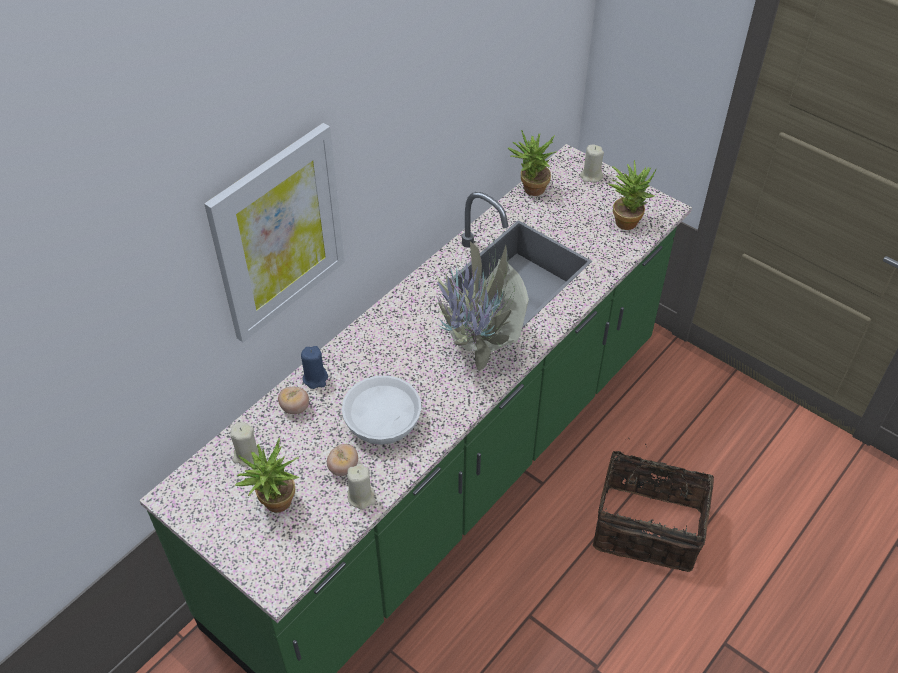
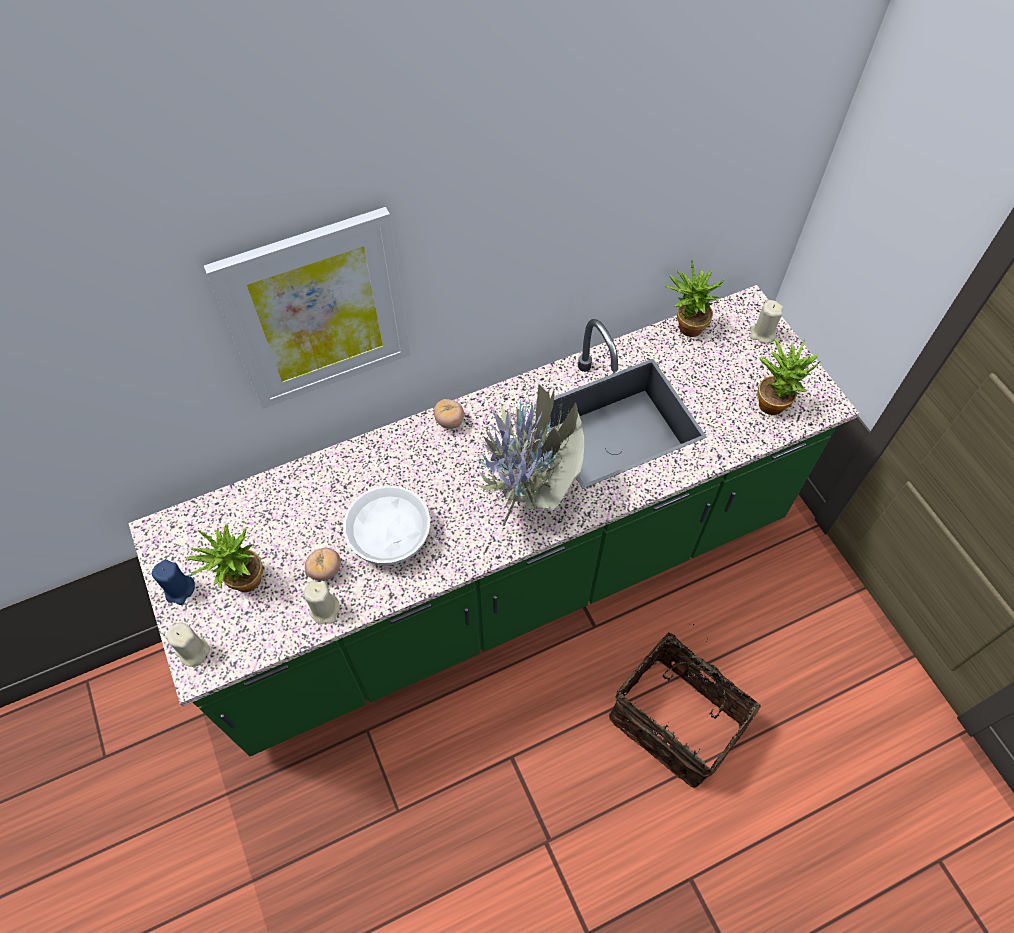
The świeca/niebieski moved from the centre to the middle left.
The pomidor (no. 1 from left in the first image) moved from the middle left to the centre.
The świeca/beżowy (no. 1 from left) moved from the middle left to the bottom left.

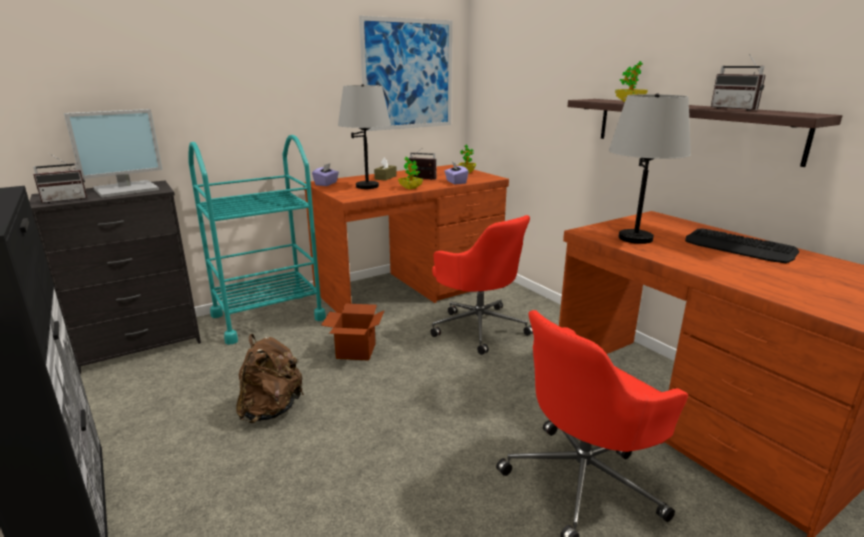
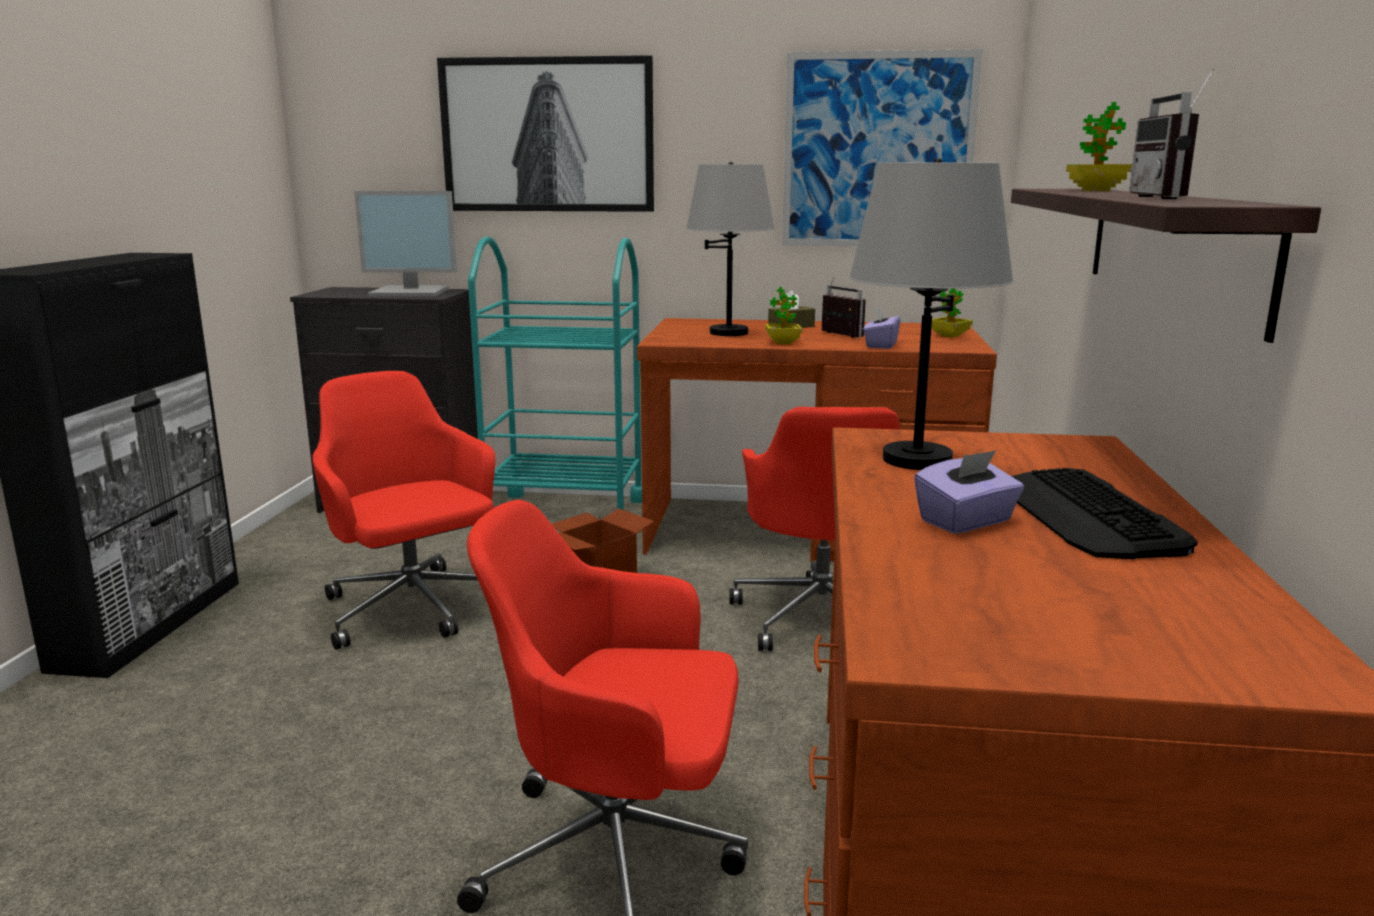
The radio (no. 1 from left) at the top left disappeared.
The pudełko chusteczek/fioletowy (no. 1 from left in the first image) moved from the top centre to the middle right.
The plecak/brązowy at the bottom left was replaced by the krzesło biurowe/czerwony (no. 1 from left) at the middle left.
The obraz (no. 1 from left) at the top centre appeared.

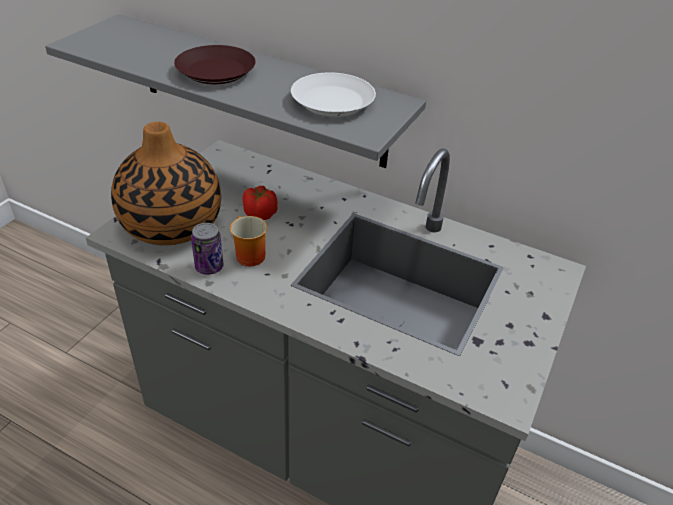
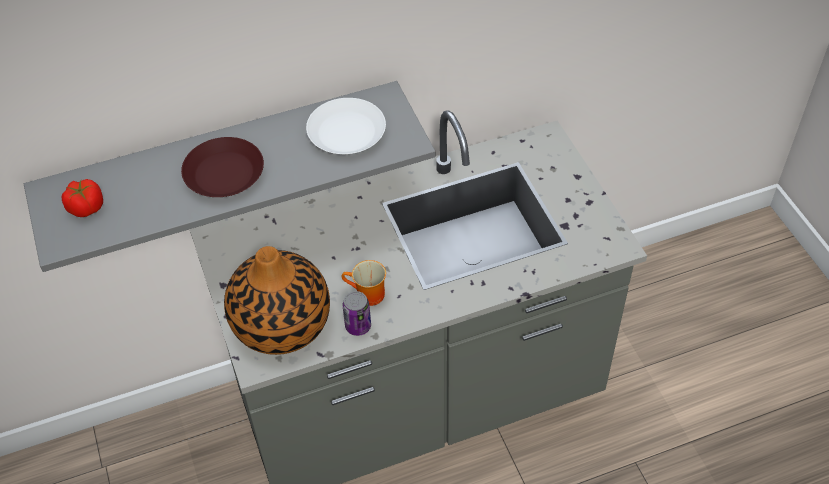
The pomidor moved from the centre to the middle left.

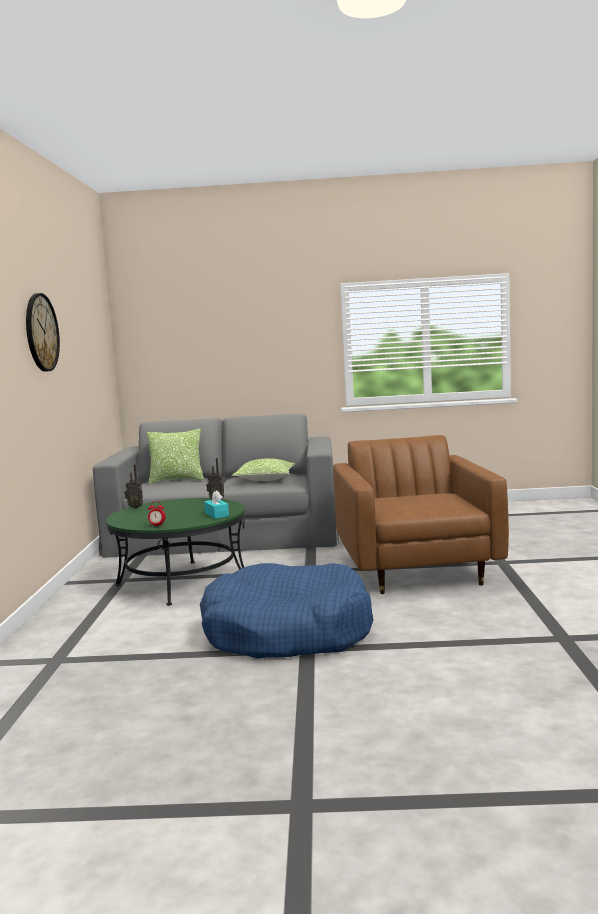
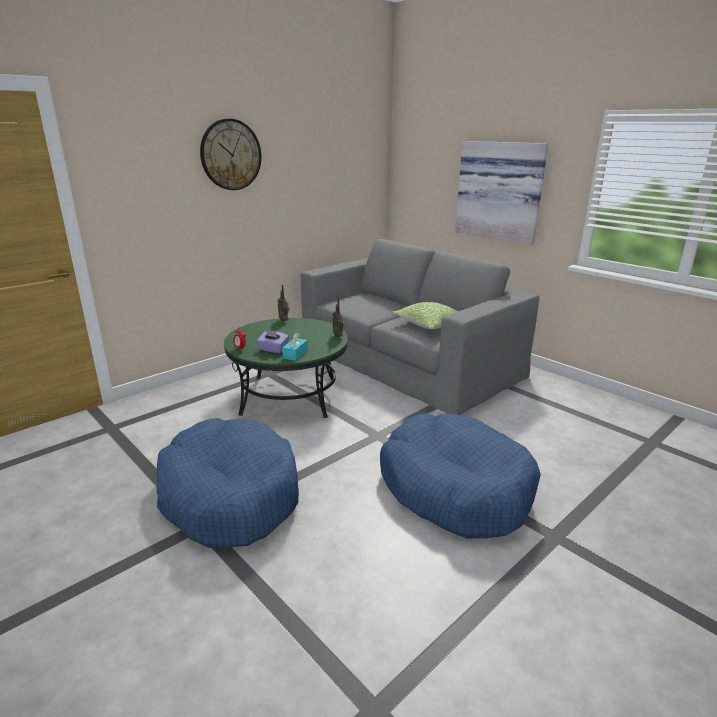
The poduszka (no. 1 from left) at the middle left disappeared.
The fotel/brązowy at the middle right was replaced by the legowisko/niebieski (no. 2 from left) at the centre.
The obraz at the top right appeared.
The pudełko chusteczek/fioletowy at the centre appeared.

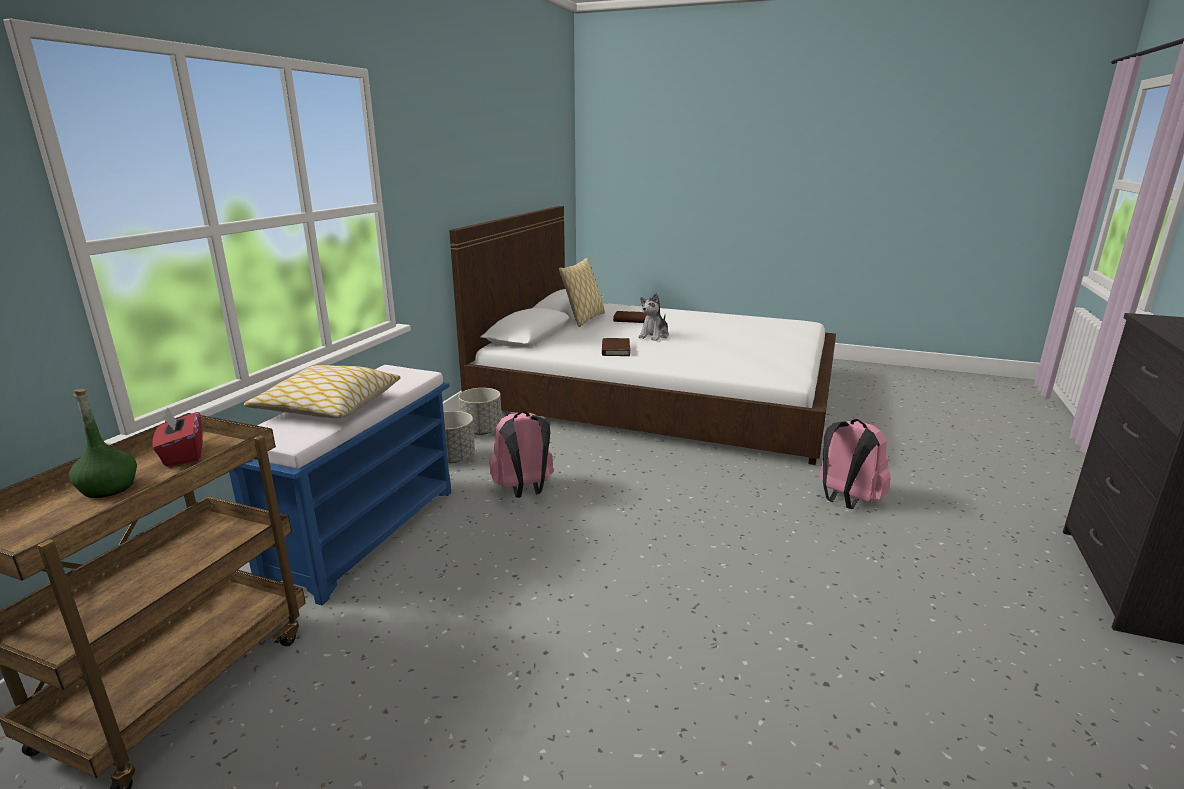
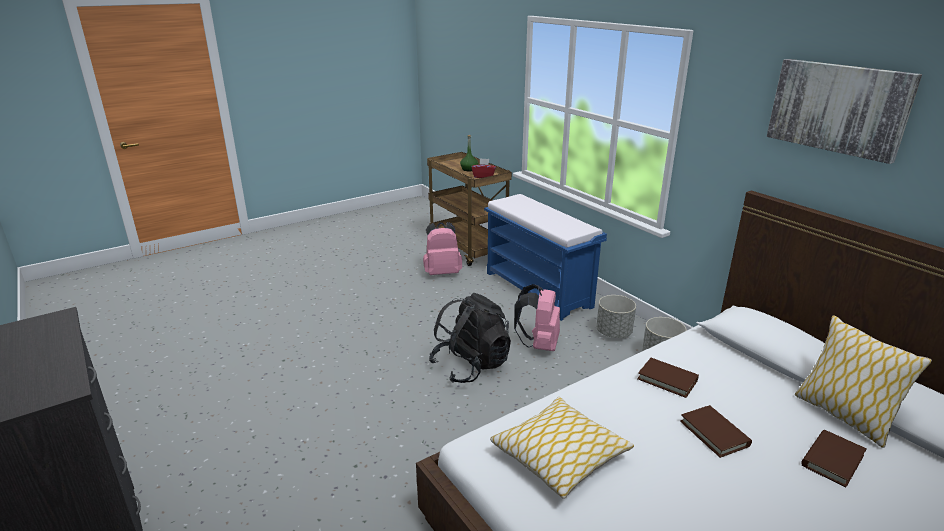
The pluszak at the centre was replaced by the książka/brązowy (no. 2 from left) at the bottom right.
The poduszka (no. 1 from left) moved from the middle left to the bottom centre.
The plecak/różowy (no. 2 from left in the first image) moved from the middle right to the centre.
The obraz at the top right appeared.
The plecak/czarny at the centre appeared.

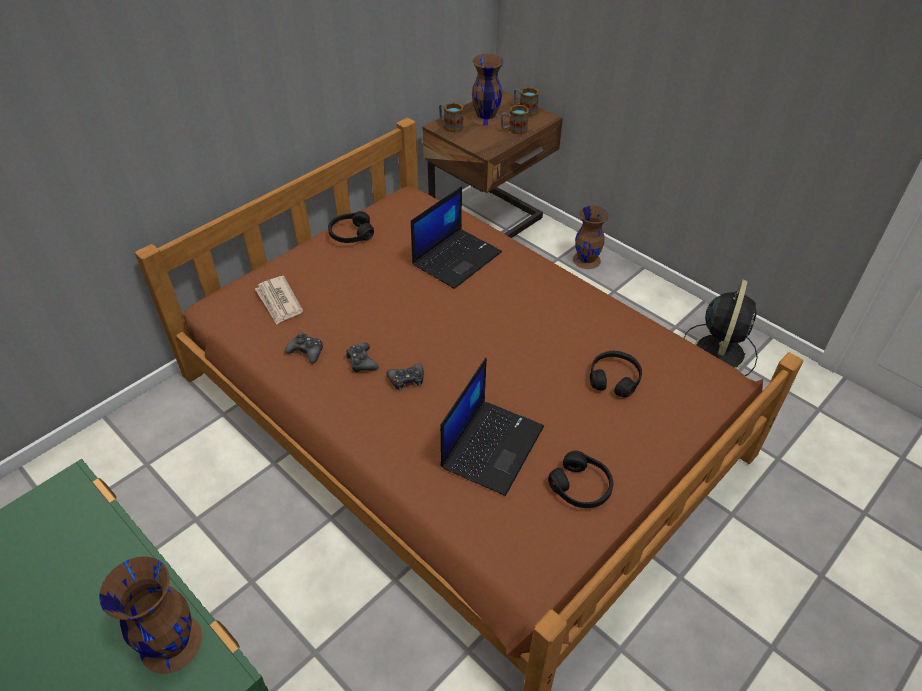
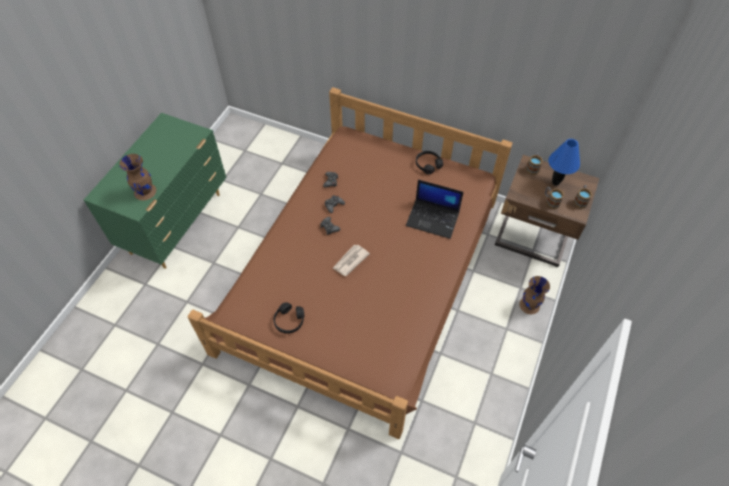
The wazon/brązowy (no. 2 from left) at the top centre was replaced by the lampa stołowa/niebieski at the middle right.
The gazeta moved from the middle left to the centre.
The wentylator/czarny at the middle right disappeared.
The słuchawki/czarny (no. 3 from left) at the middle right disappeared.
The laptop (no. 2 from left) at the centre disappeared.

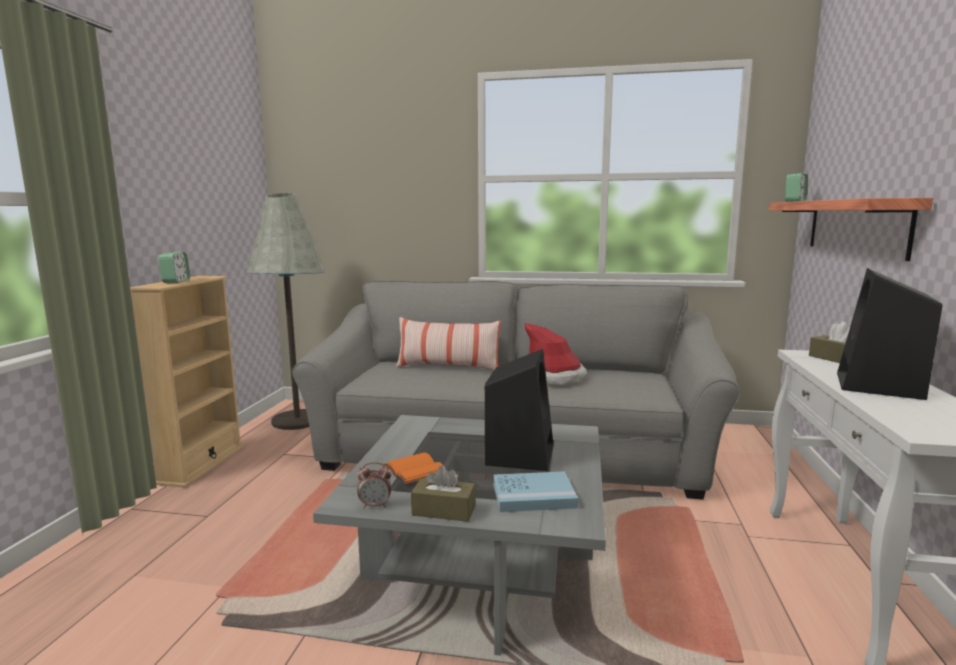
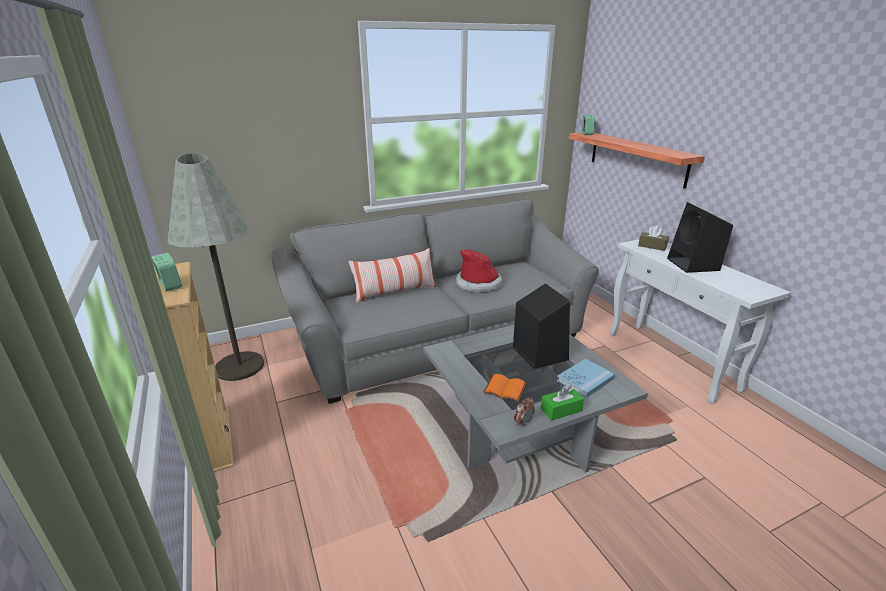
The pudełko chusteczek/brązowy (no. 1 from left) at the bottom centre became the pudełko chusteczek/zielony at the bottom centre.

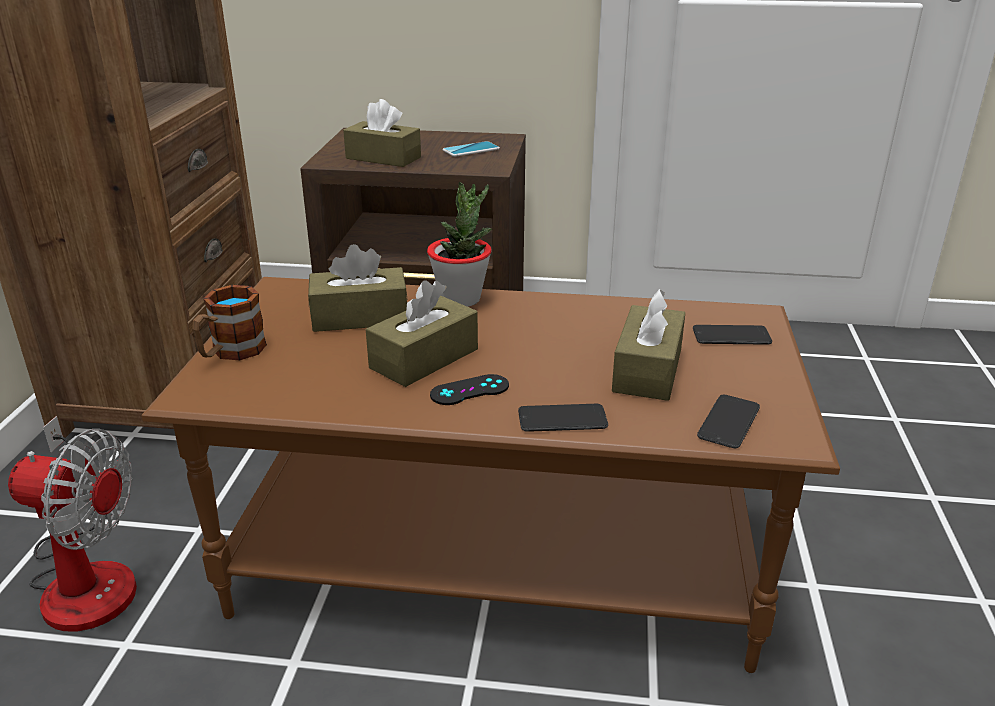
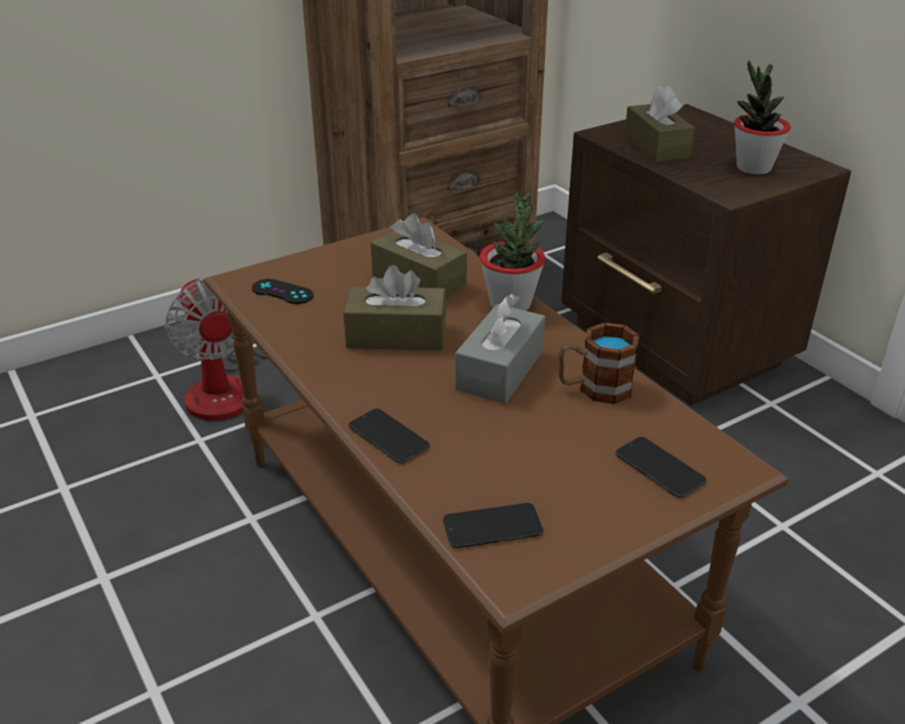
The telefon (no. 1 from left) at the top centre was replaced by the roślina doniczkowa (no. 2 from left) at the top right.
The kubek moved from the middle left to the centre.
The pudełko chusteczek/brązowy (no. 4 from left) at the centre disappeared.
The pad do gier/czarny moved from the centre to the middle left.
The pudełko chusteczek/szary at the centre appeared.

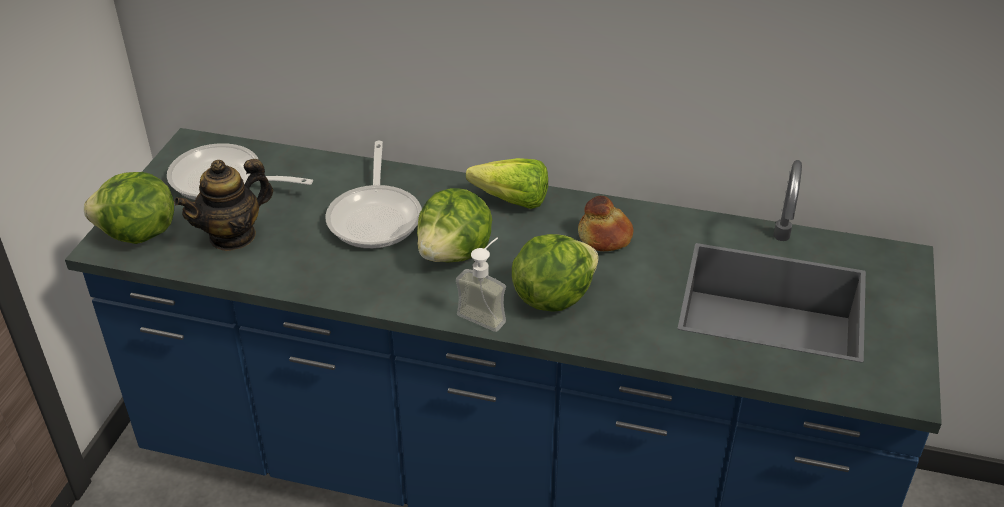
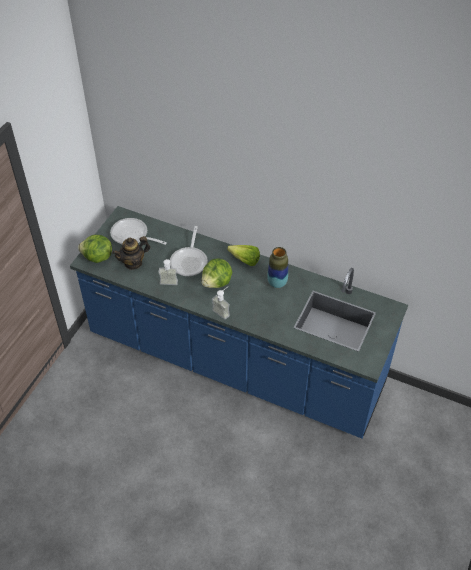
The chleb at the centre was replaced by the wazon at the centre.
The sałata (no. 4 from left) at the centre disappeared.
The dozownik mydła (no. 1 from left) at the centre appeared.

